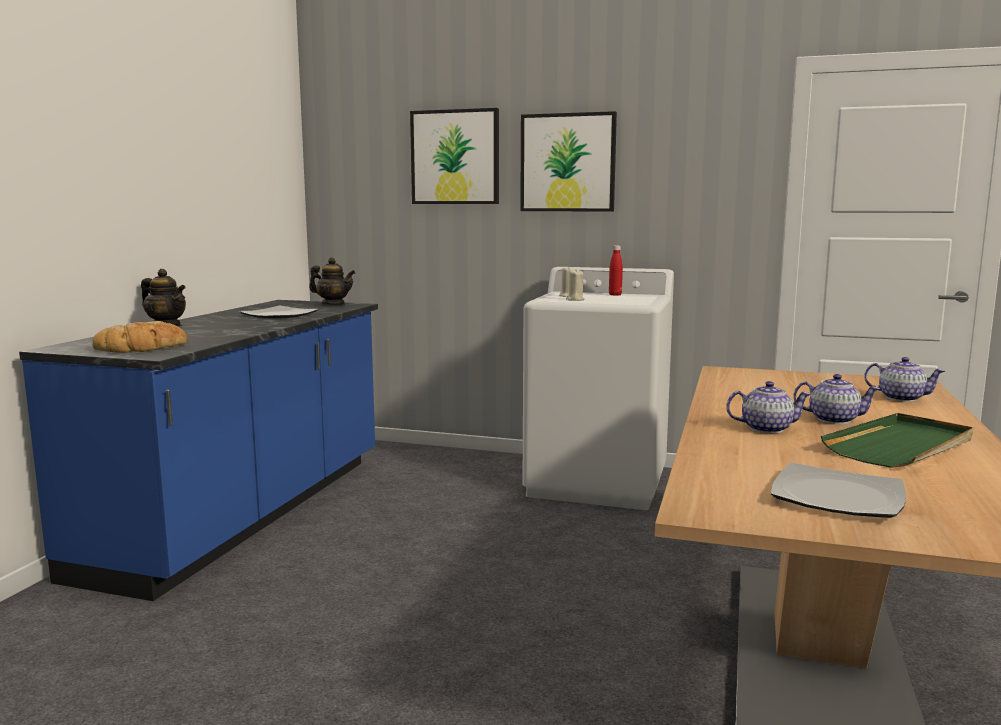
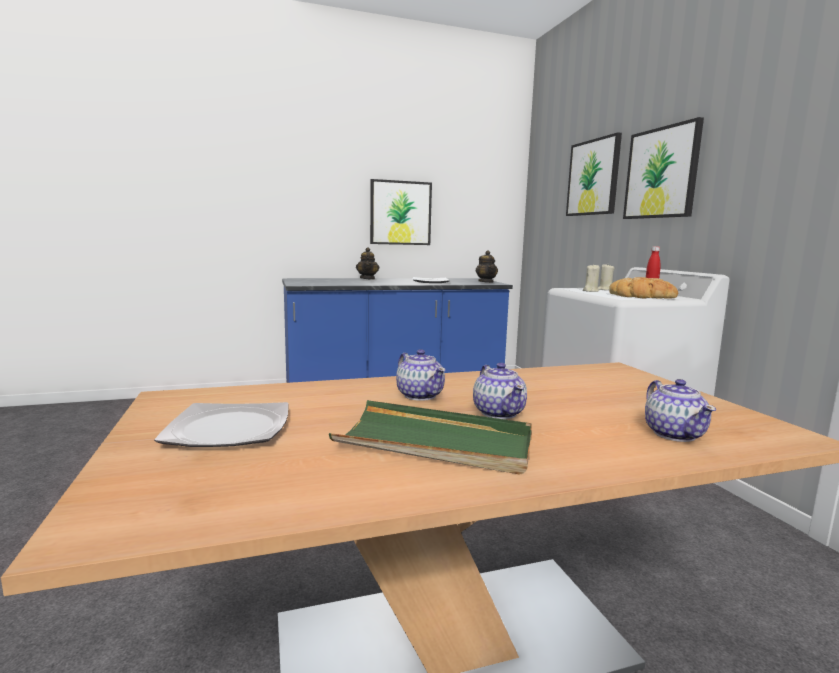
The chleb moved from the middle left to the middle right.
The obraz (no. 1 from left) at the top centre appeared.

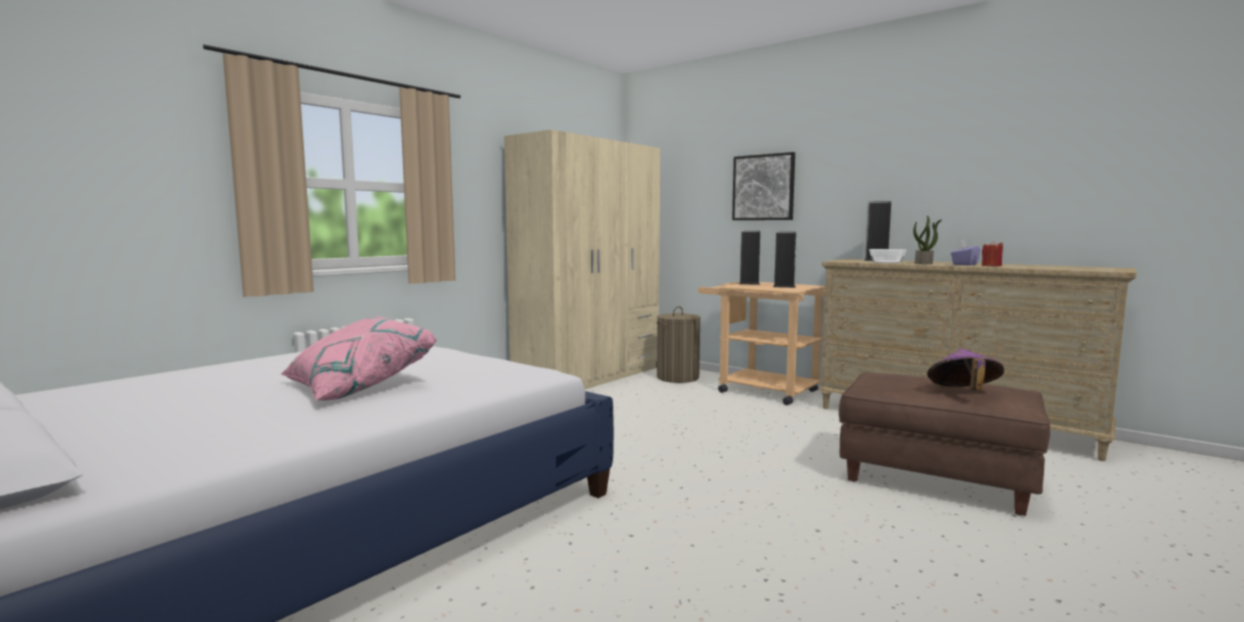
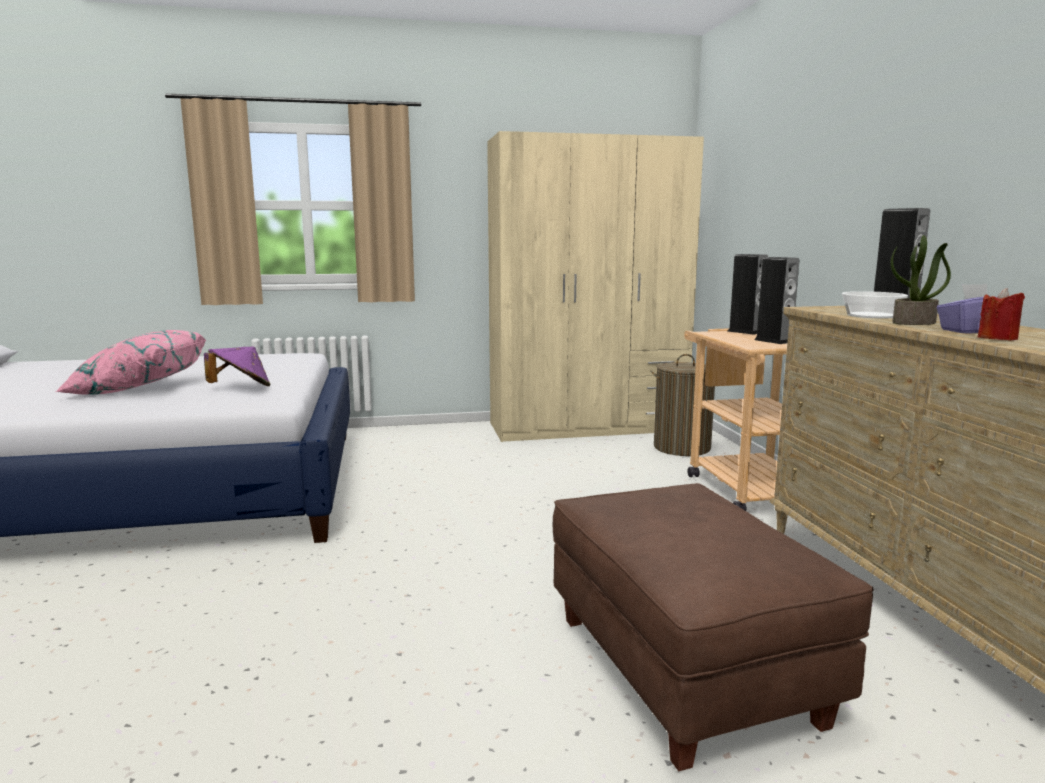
The obraz at the top centre disappeared.
The kapelusz/fioletowy moved from the middle right to the middle left.

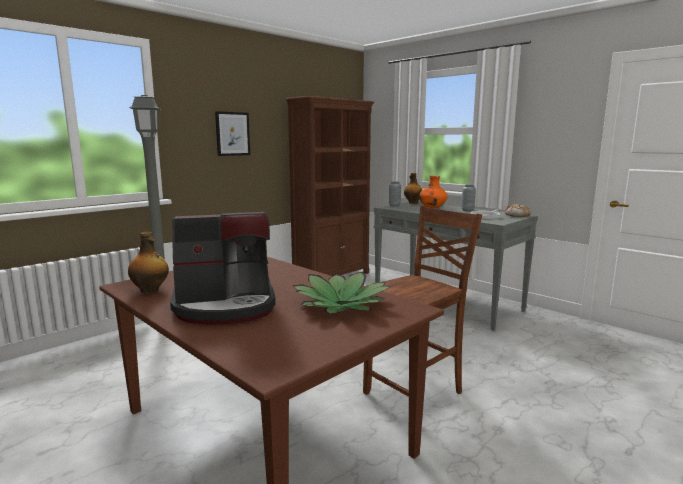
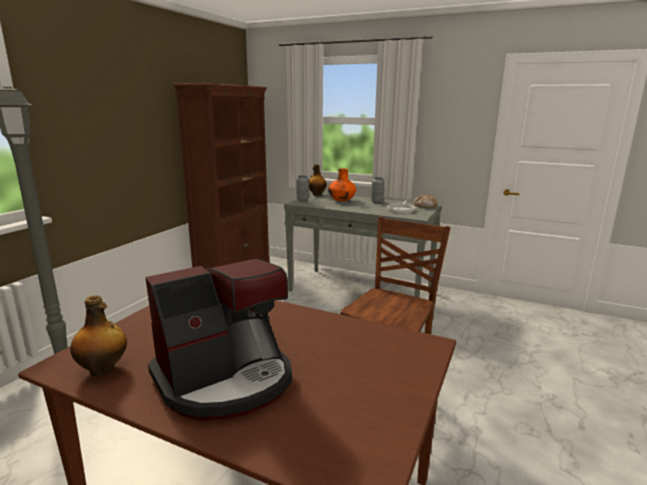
The obraz at the top centre disappeared.
The roślina doniczkowa at the centre disappeared.

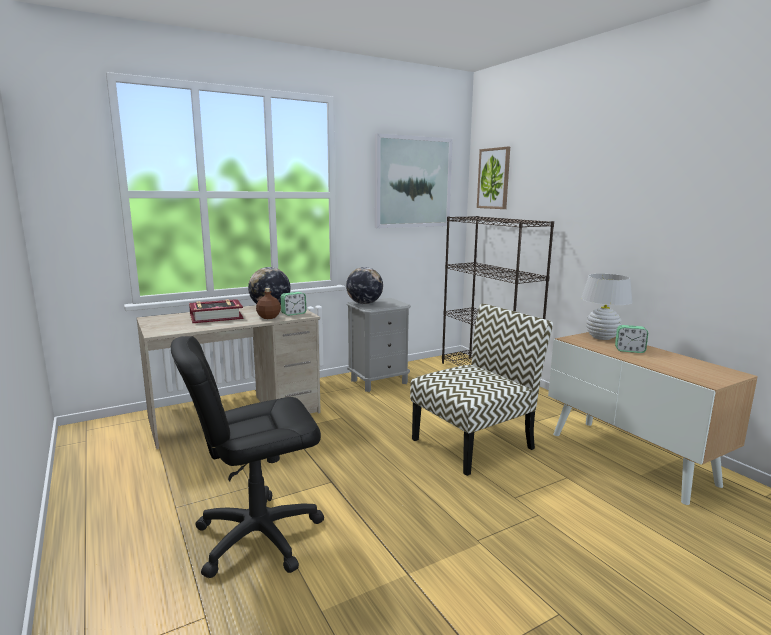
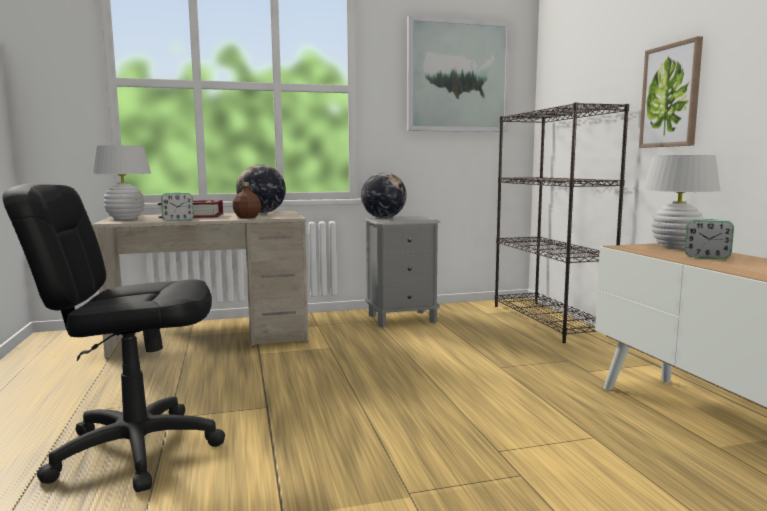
The obraz (no. 2 from left) moved from the top centre to the top right.
The budzik (no. 1 from left) moved from the centre to the middle left.
The krzesło at the centre disappeared.
The lampa stołowa/biały (no. 1 from left) at the middle left appeared.

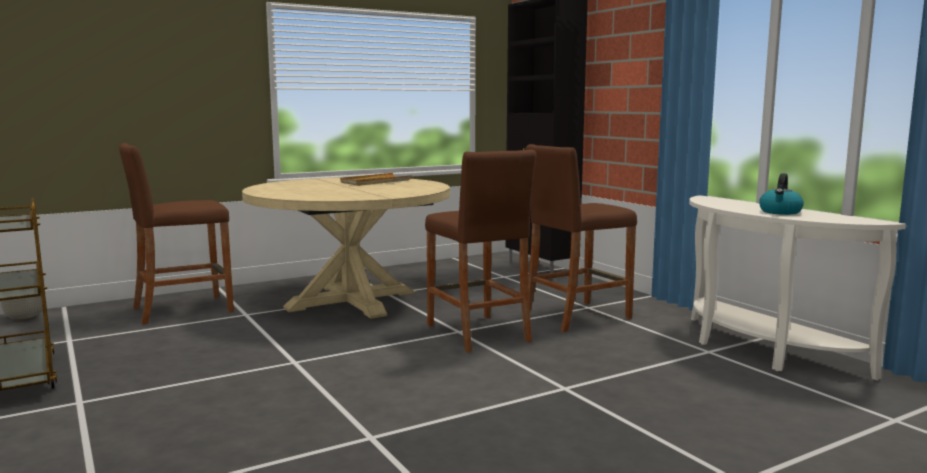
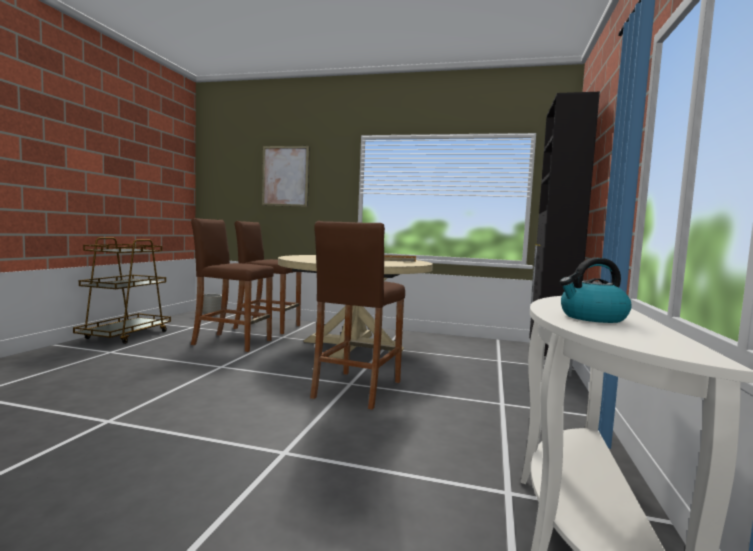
The stołek/brązowy (no. 3 from left in the first image) moved from the centre to the middle left.
The obraz at the top centre appeared.

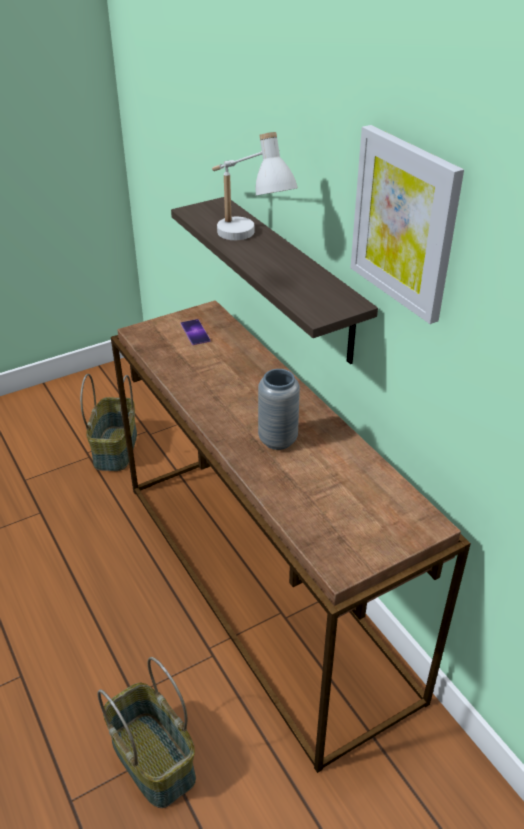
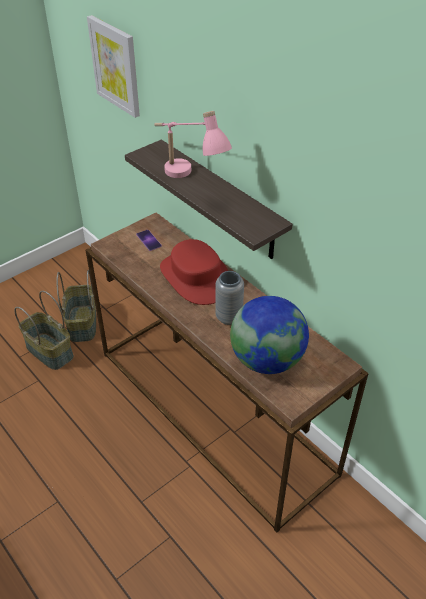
The obraz moved from the top right to the top left.
The lampa stołowa/biały at the top centre became the lampa stołowa/różowy at the top centre.
The koszyk (no. 2 from left in the first image) moved from the bottom left to the middle left.
The kapelusz/czerwony at the centre appeared.
The globus at the centre appeared.

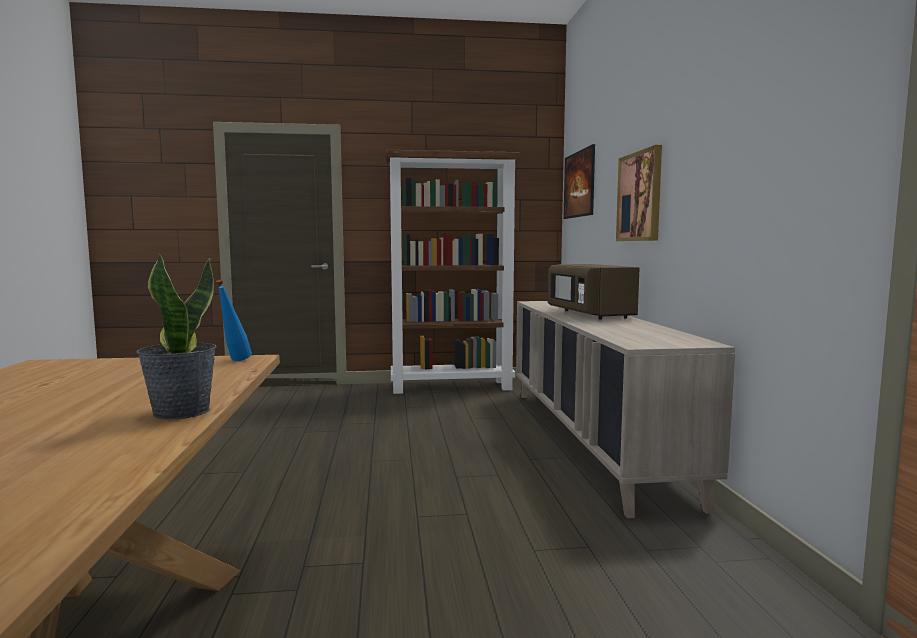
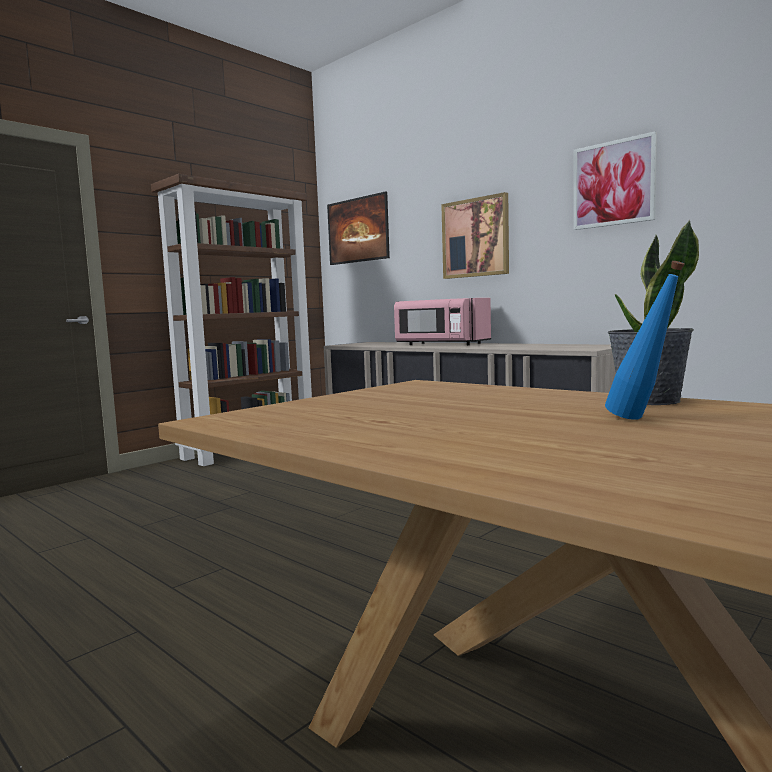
The mikrofalówka/brązowy at the centre became the mikrofalówka/różowy at the centre.
The butelka/niebieski moved from the middle left to the middle right.
The obraz (no. 3 from left) at the top right appeared.

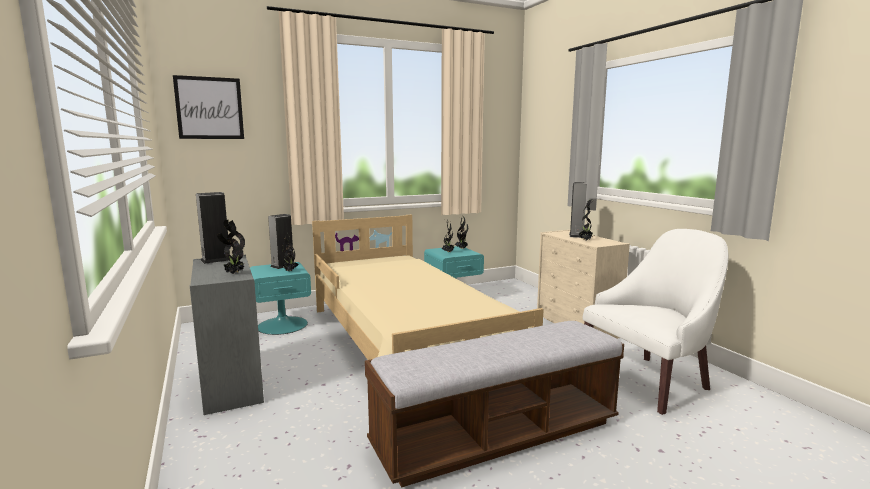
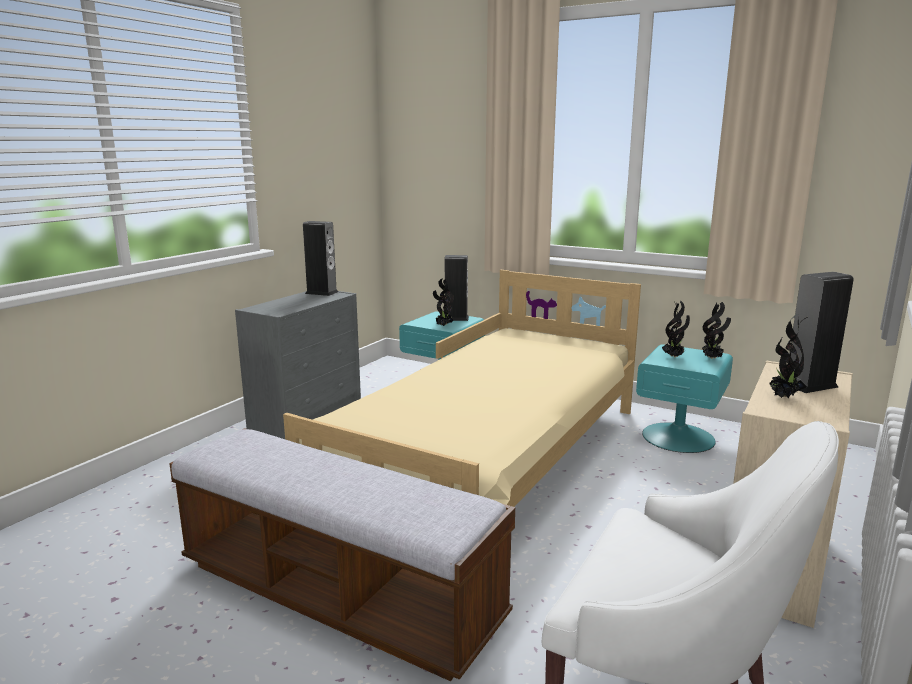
The obraz at the top left disappeared.
The roślina doniczkowa (no. 1 from left) at the middle left disappeared.

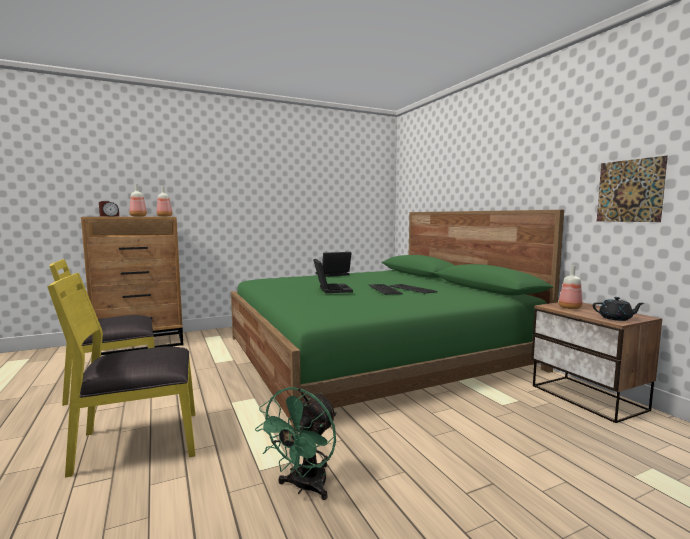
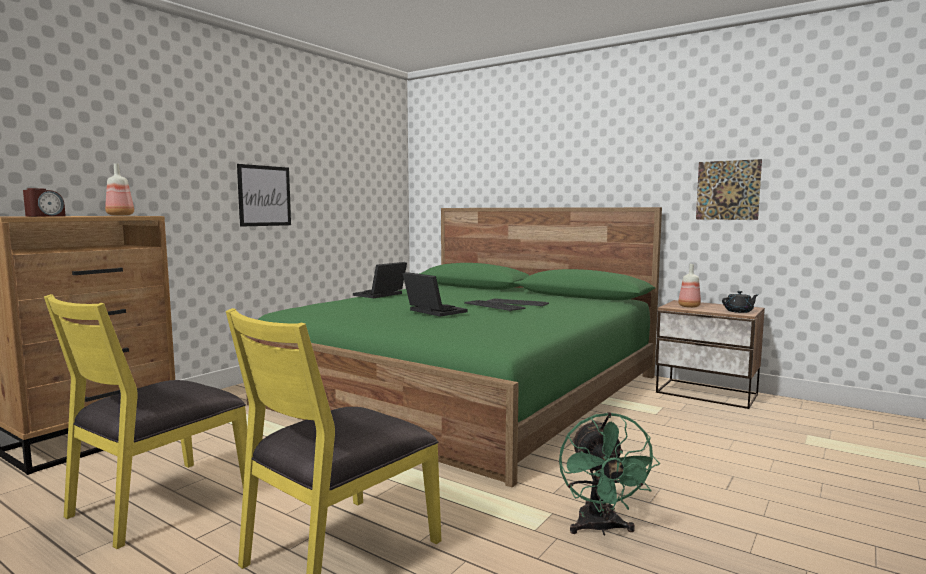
The butelka (no. 1 from left) at the middle left disappeared.
The obraz (no. 1 from left) at the middle left appeared.

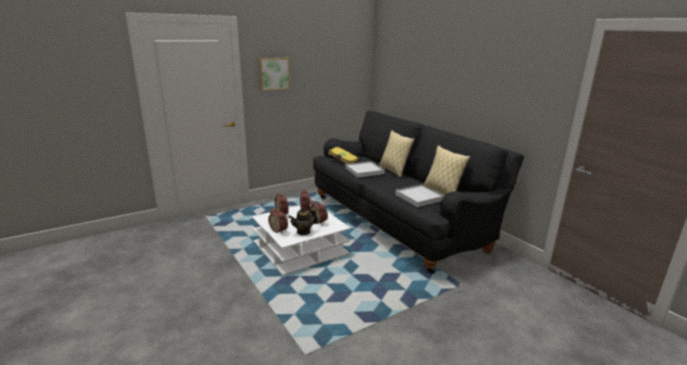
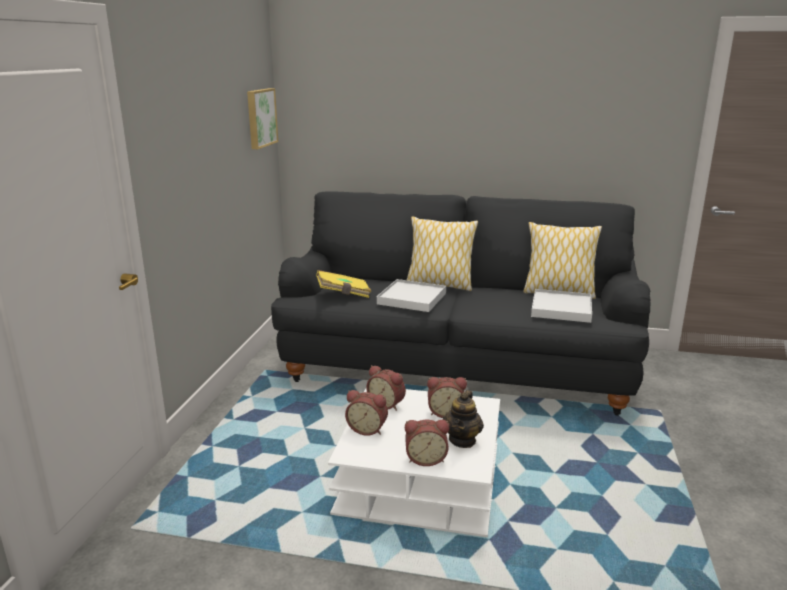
The obraz moved from the top centre to the top left.

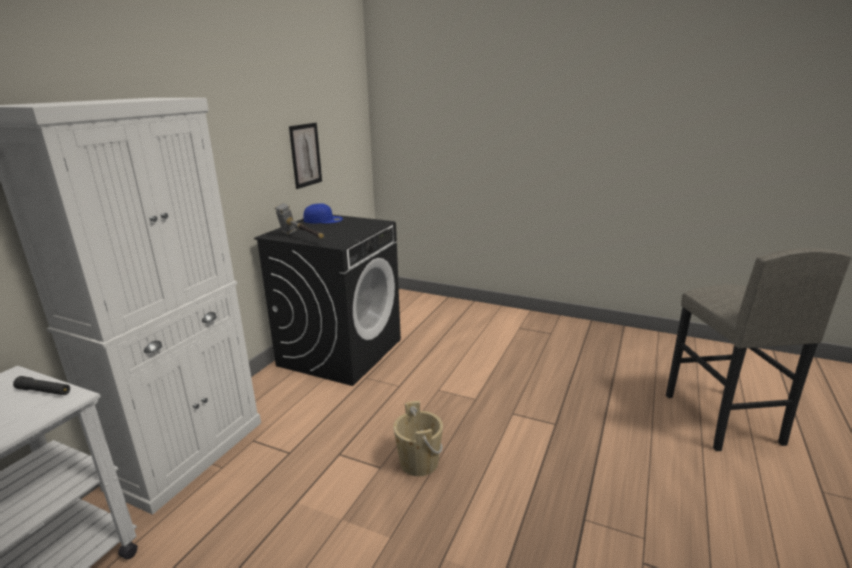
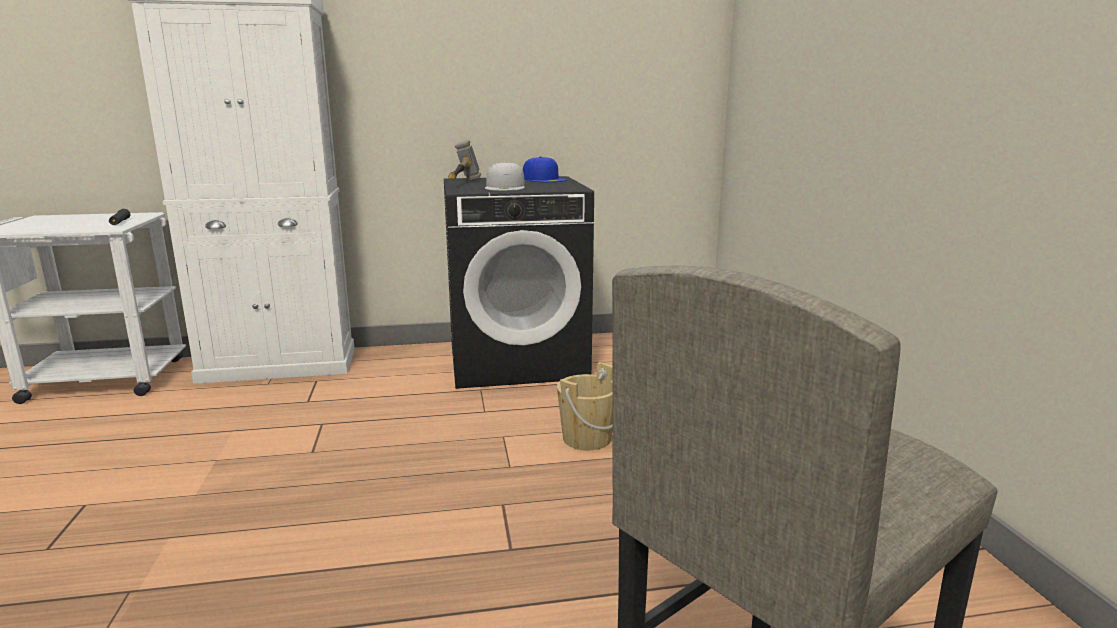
The obraz at the top centre disappeared.
The wiadro/beżowy moved from the bottom centre to the centre.
The czapka z daszkiem/biały at the top centre appeared.

